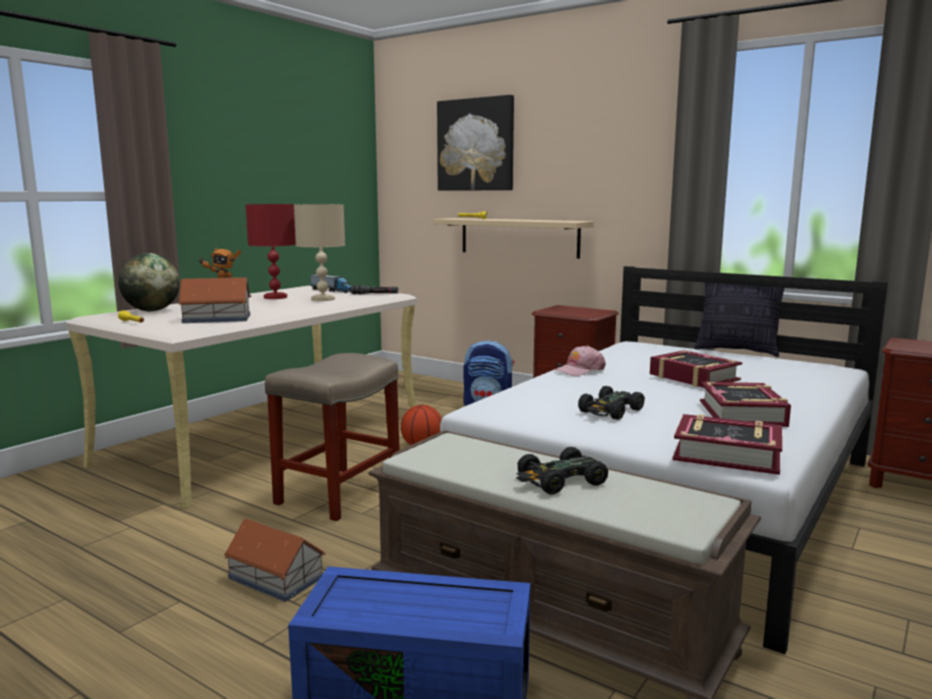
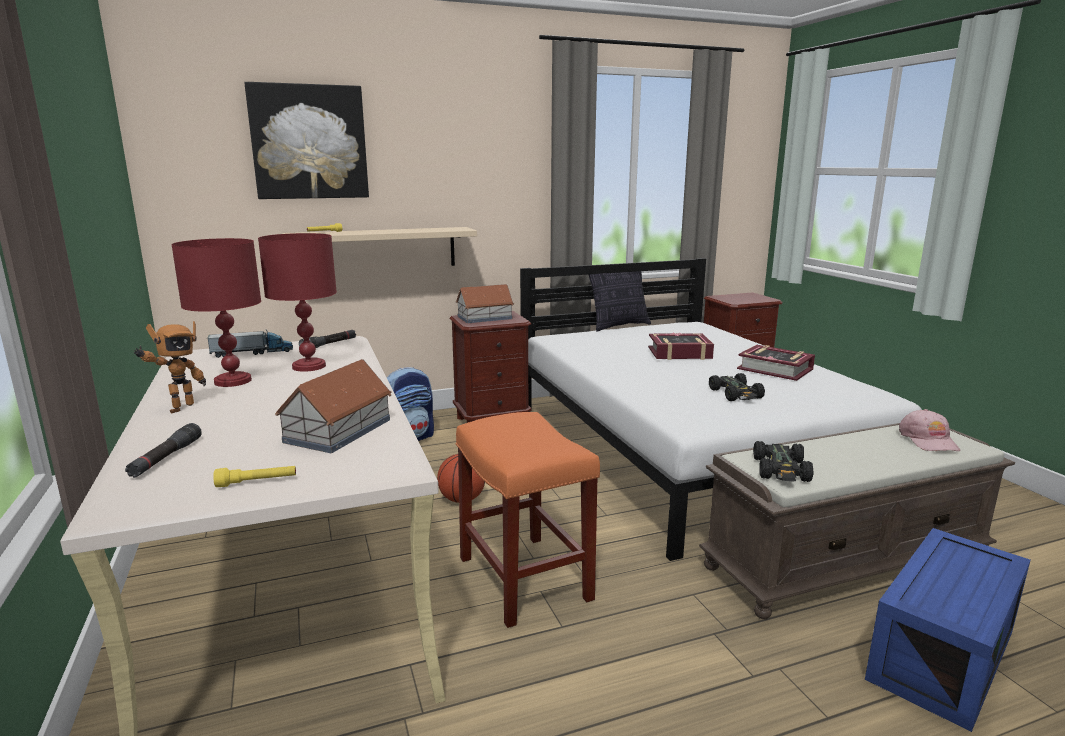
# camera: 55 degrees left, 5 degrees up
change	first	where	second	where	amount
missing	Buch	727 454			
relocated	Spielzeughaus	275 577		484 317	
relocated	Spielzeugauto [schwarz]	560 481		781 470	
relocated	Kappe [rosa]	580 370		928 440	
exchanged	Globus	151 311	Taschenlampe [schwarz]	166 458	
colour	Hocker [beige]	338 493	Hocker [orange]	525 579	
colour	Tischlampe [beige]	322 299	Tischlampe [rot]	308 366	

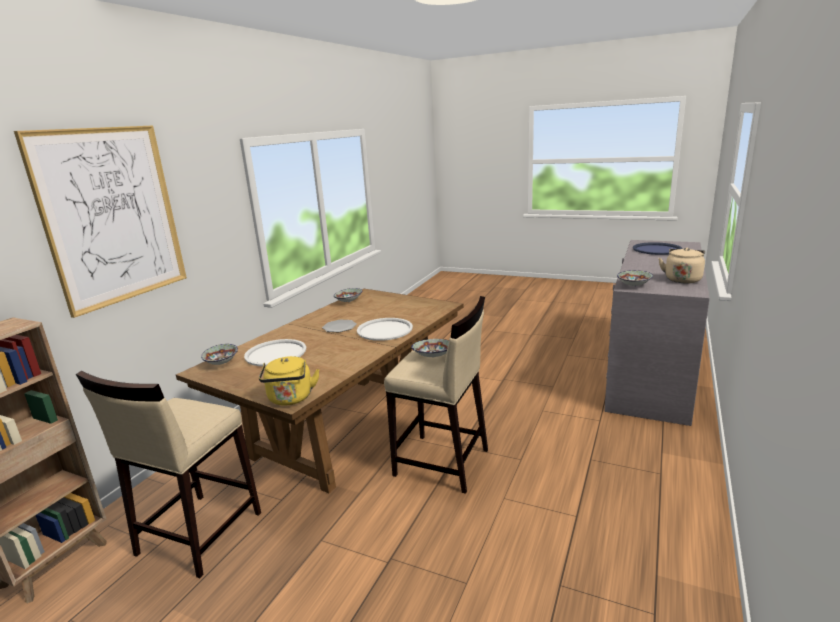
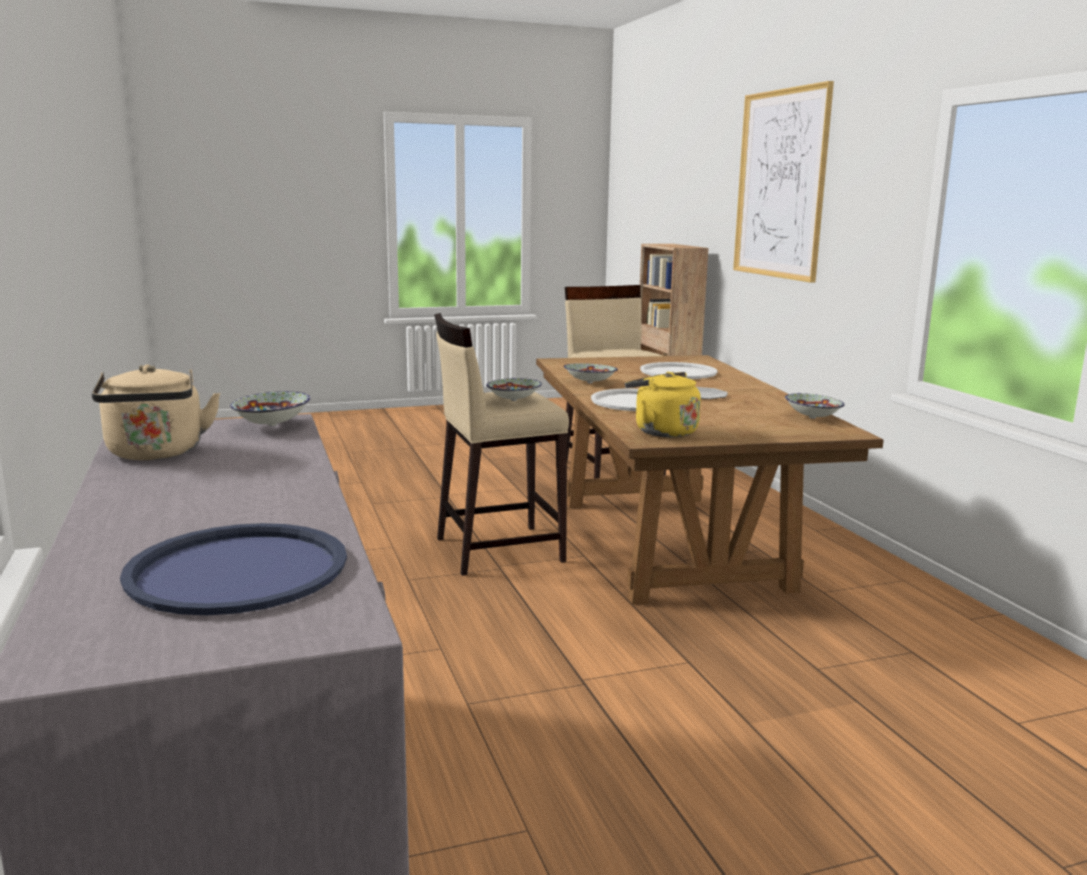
# camera: 135 degrees right, 5 degrees down
change	first	where	second	where	amount
relocated	Schüssel	222 363		589 383	
relocated	Wasserkessel [gelb]	290 399		662 431	

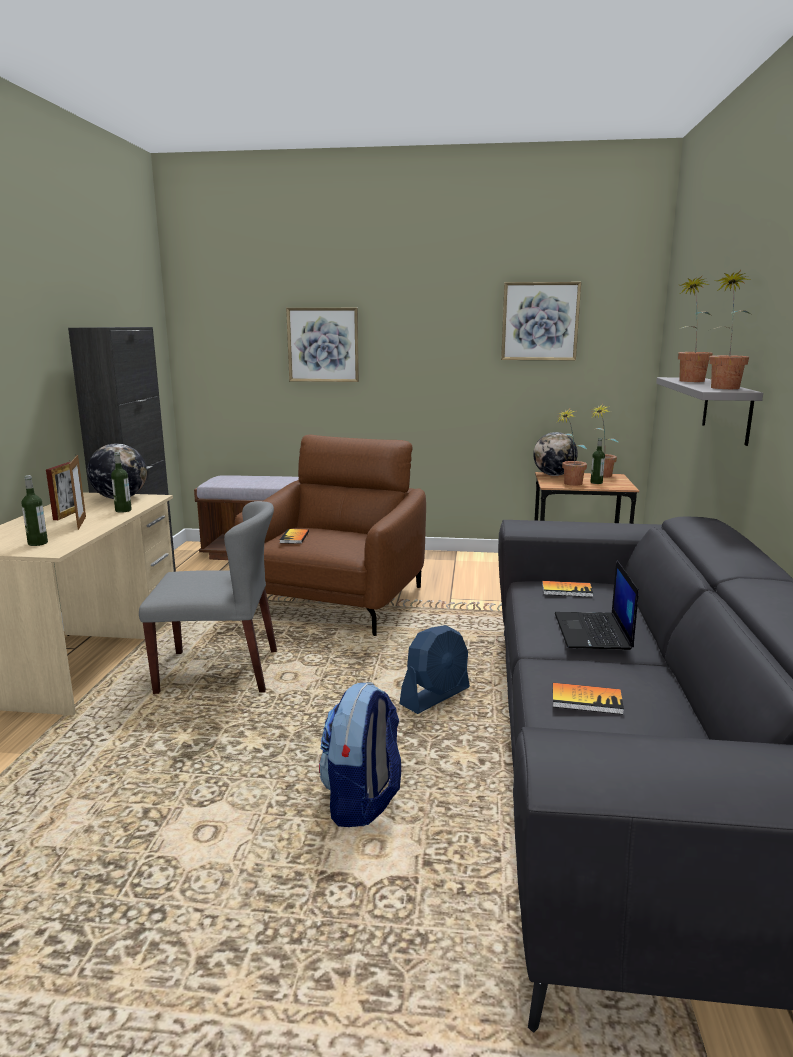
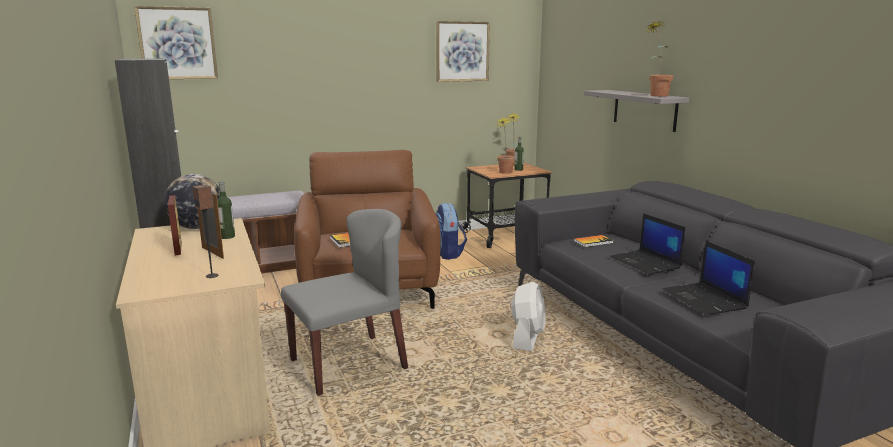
# camera: 30 degrees left, 0 degrees up
change	first	where	second	where	amount
missing	Globus	554 475			
missing	Topfpflanze	689 380			
relocated	Bild	323 345		177 43	
relocated	Rucksack	362 801		447 254	
exchanged	Flasche	38 543	Lautsprecher	212 276	
exchanged	Buch	586 700	Laptop	705 299	
colour	Ventilator [blau]	435 696	Ventilator [weiß]	527 337	

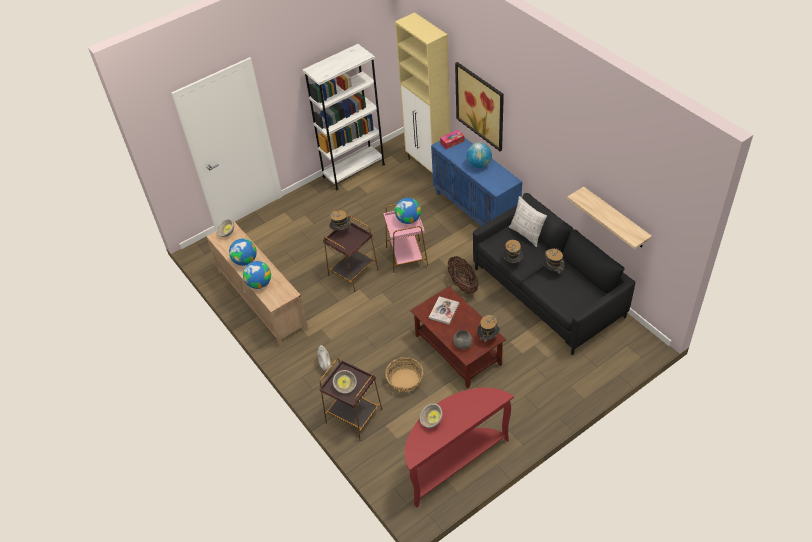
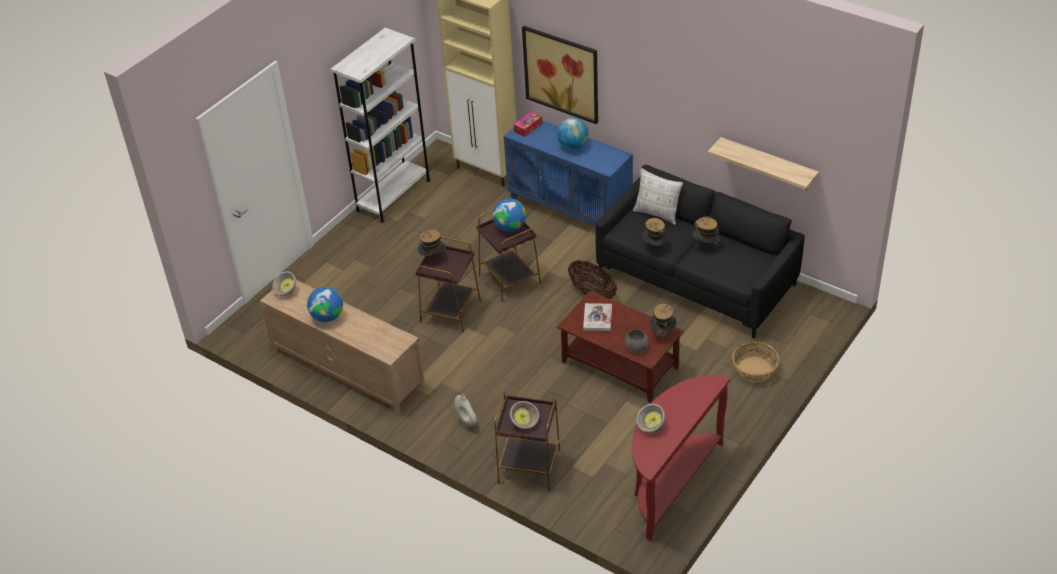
# camera: 20 degrees left, 5 degrees down
change	first	where	second	where	amount
missing	Globus	259 284			
relocated	Korb	405 380		755 370	
colour	Beistelltisch [rosa]	407 257	Beistelltisch [braun]	509 279	

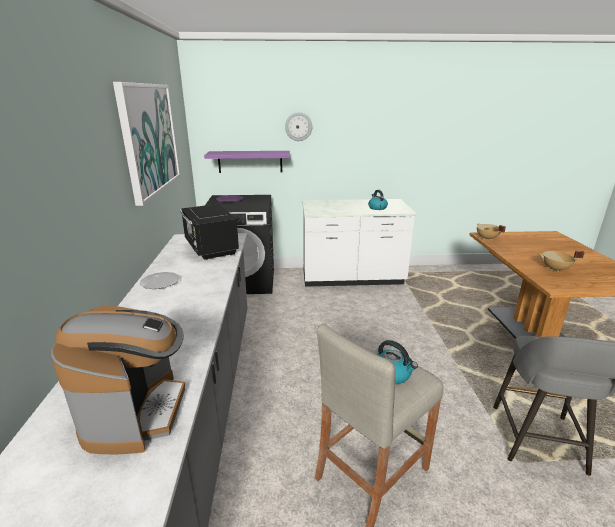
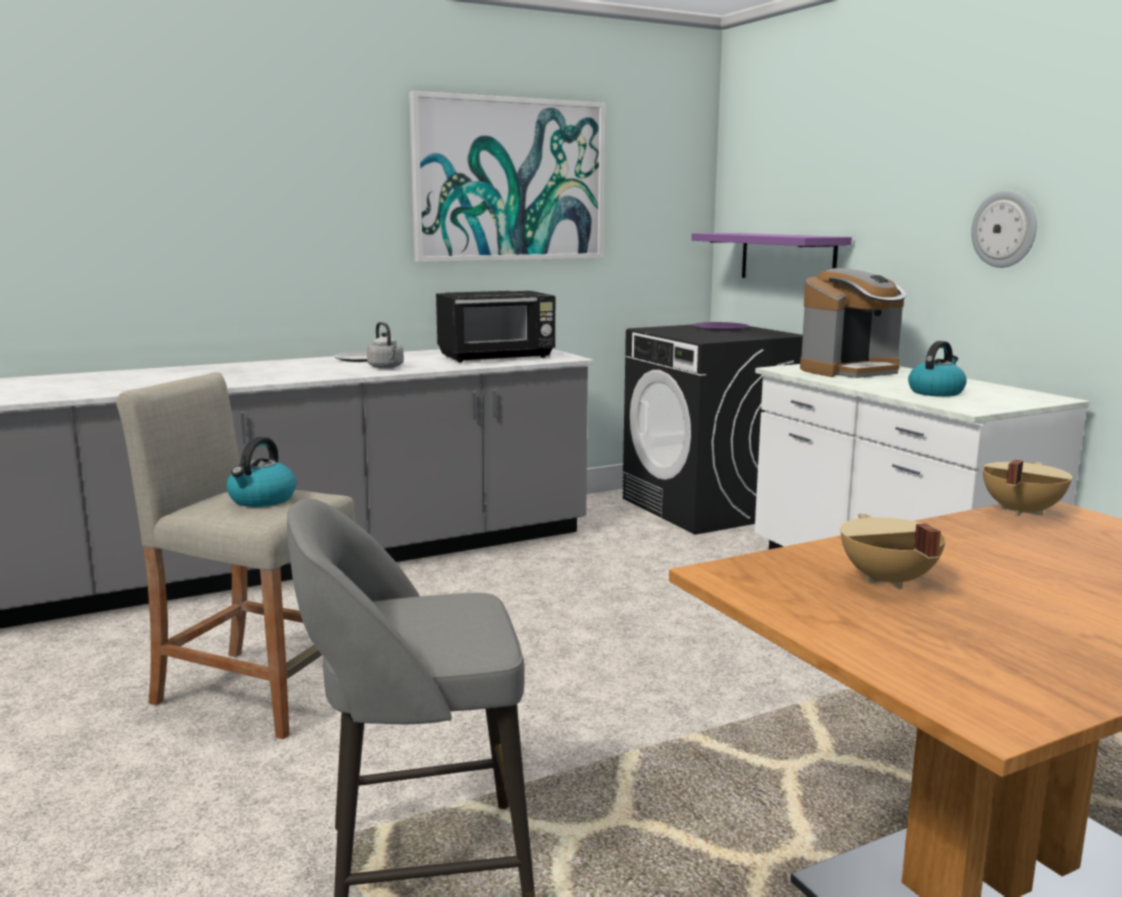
# camera: 65 degrees right, 10 degrees down
change	first	where	second	where	amount
appeared			Wasserkessel [grau]	386 367	
relocated	Kaffeemaschine	137 412		850 371	
relocated	Wanduhr	298 126		1005 229	
spun	Mikrowelle [schwarz]	210 248		497 357	150 degrees counterclockwise

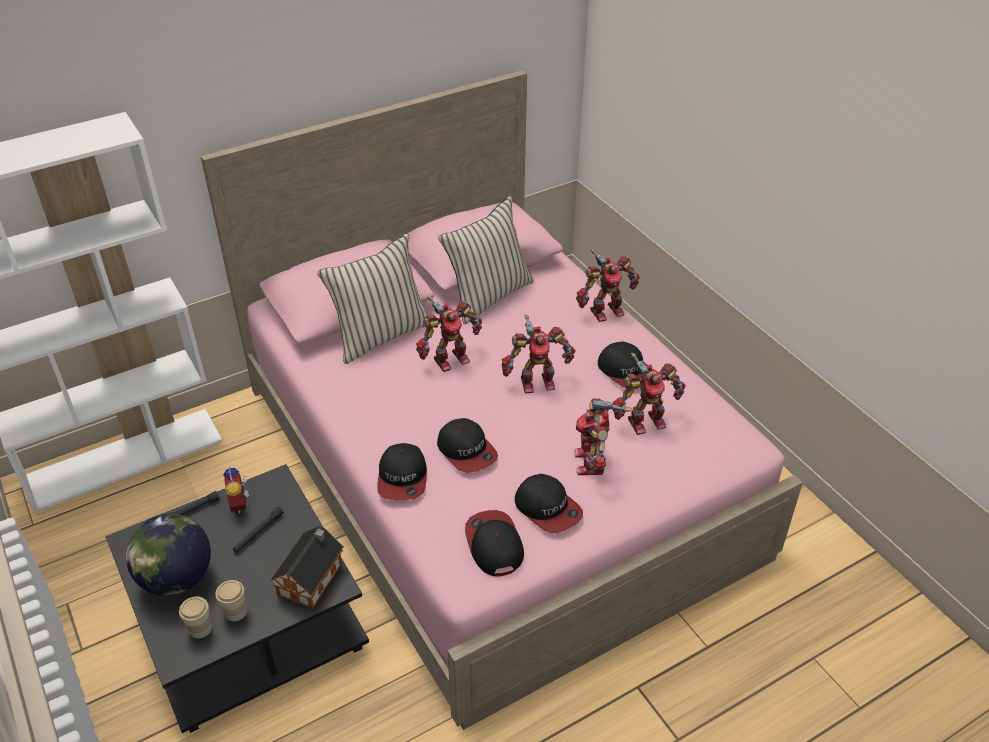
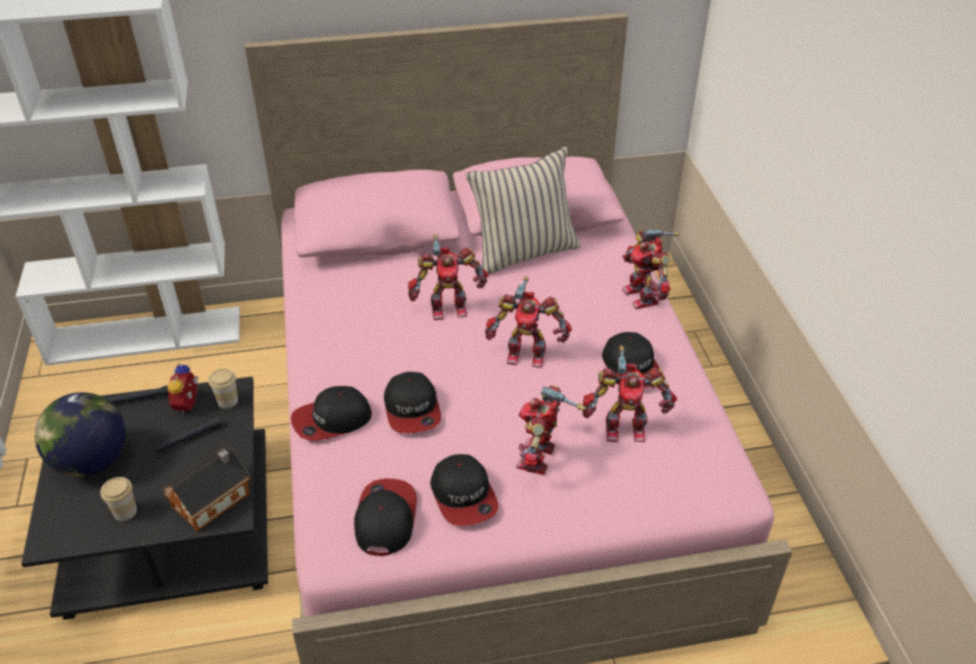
# camera: 20 degrees right, 0 degrees up
change	first	where	second	where	amount
missing	Kissen [beige]	380 335			
relocated	Tasse	200 629		227 401	
spun	Kappe	403 478		332 420	45 degrees clockwise
spun	Spielzeugroboter	605 310		643 296	75 degrees clockwise

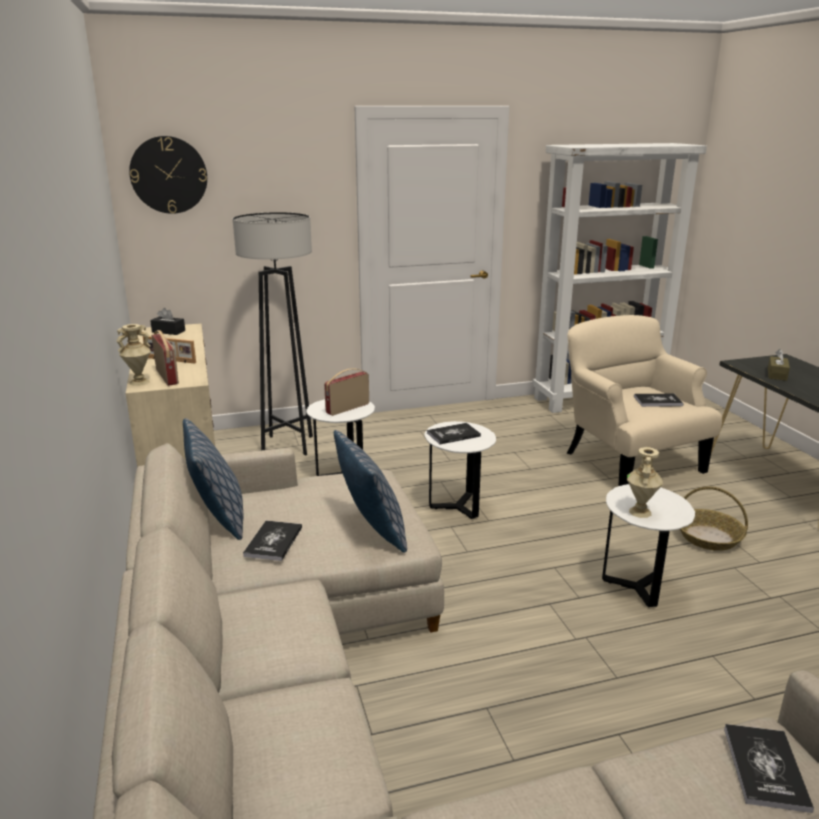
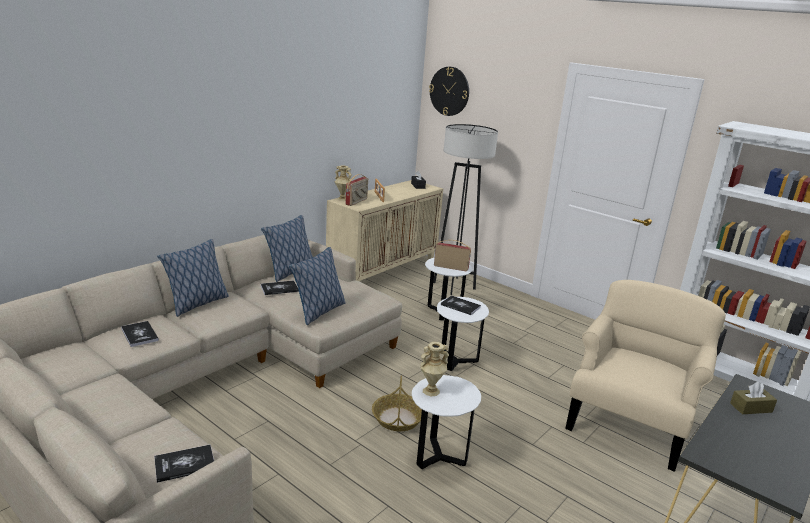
# camera: 55 degrees right, 0 degrees up
change	first	where	second	where	amount
appeared			Kissen	197 304	
relocated	Buch	657 401		139 334	
relocated	Korb	709 537		398 419	

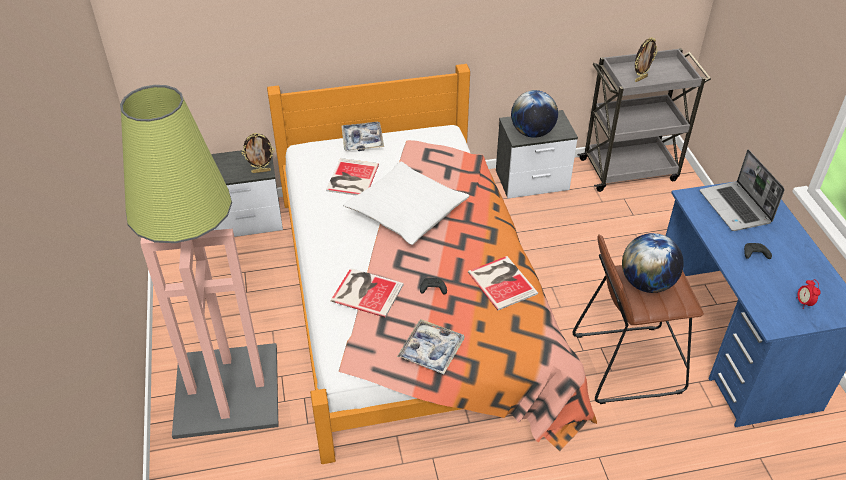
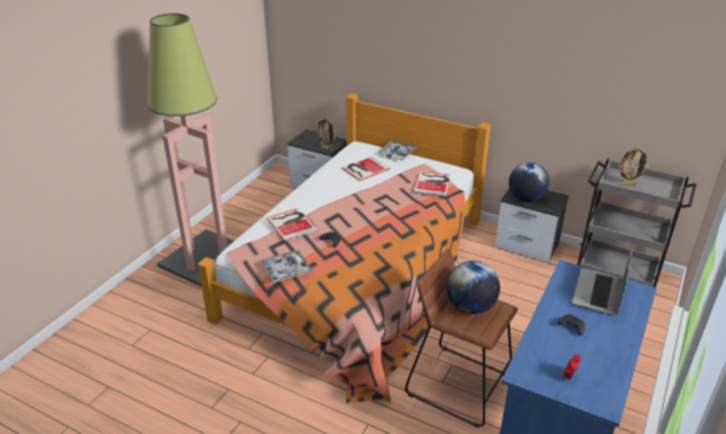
# camera: 40 degrees right, 10 degrees down
change	first	where	second	where	amount
missing	Kissen [weiß]	406 212			
relocated	Buch	502 281		433 183	

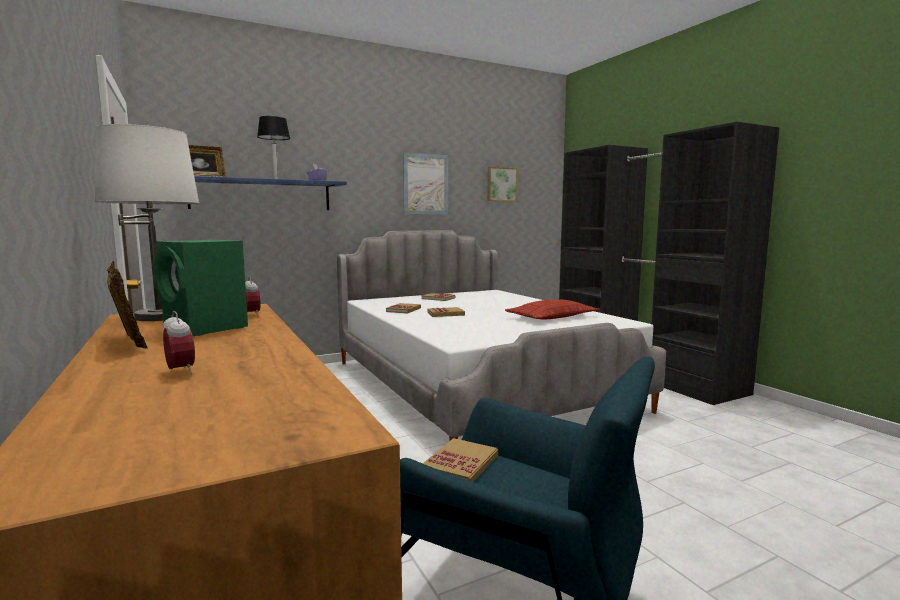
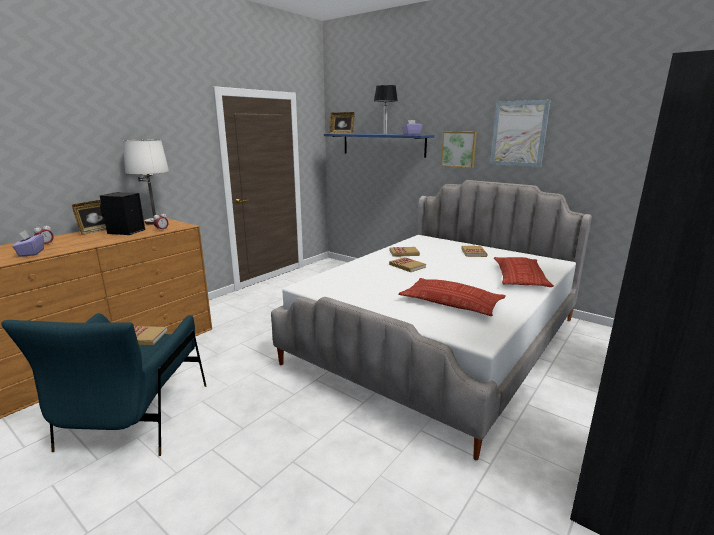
# camera: 65 degrees right, 10 degrees up
change	first	where	second	where	amount
appeared			Taschentuchbox [lila]	31 253	
appeared			Kissen	519 277	
relocated	Bild	501 184		459 149	
colour	Lautsprecher [grün]	206 329	Lautsprecher [schwarz]	125 232	

